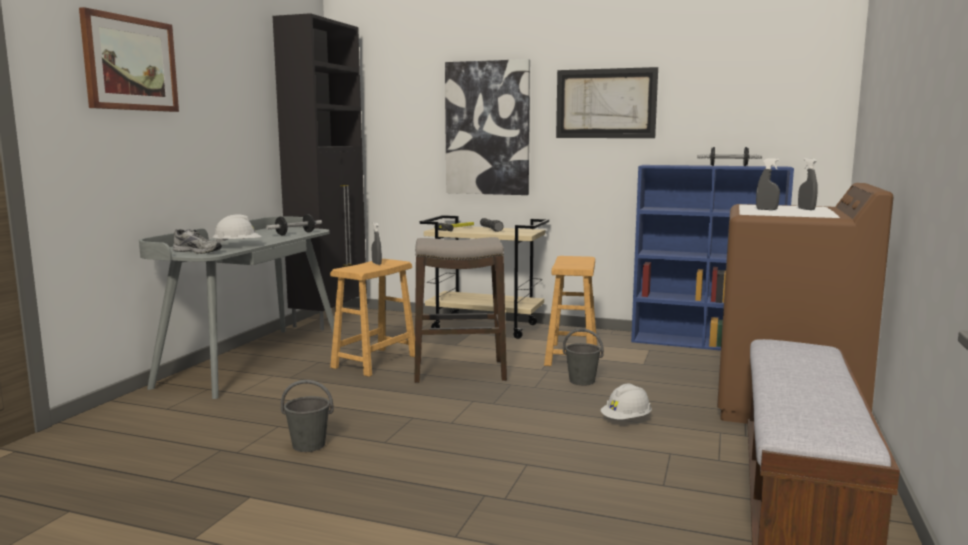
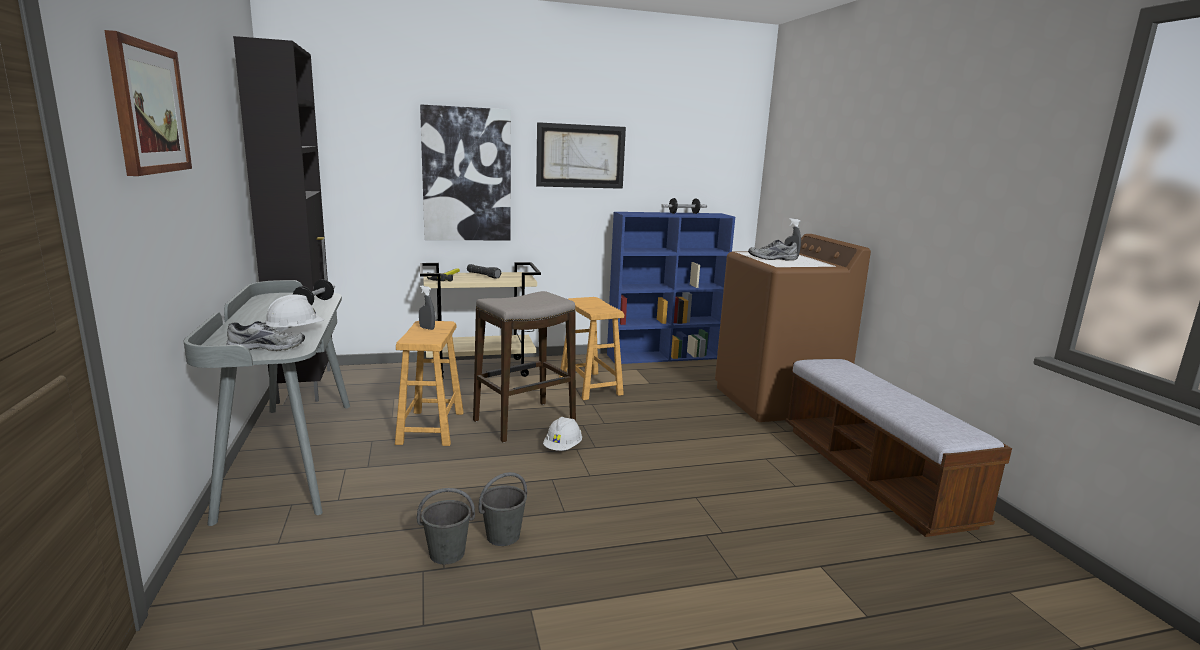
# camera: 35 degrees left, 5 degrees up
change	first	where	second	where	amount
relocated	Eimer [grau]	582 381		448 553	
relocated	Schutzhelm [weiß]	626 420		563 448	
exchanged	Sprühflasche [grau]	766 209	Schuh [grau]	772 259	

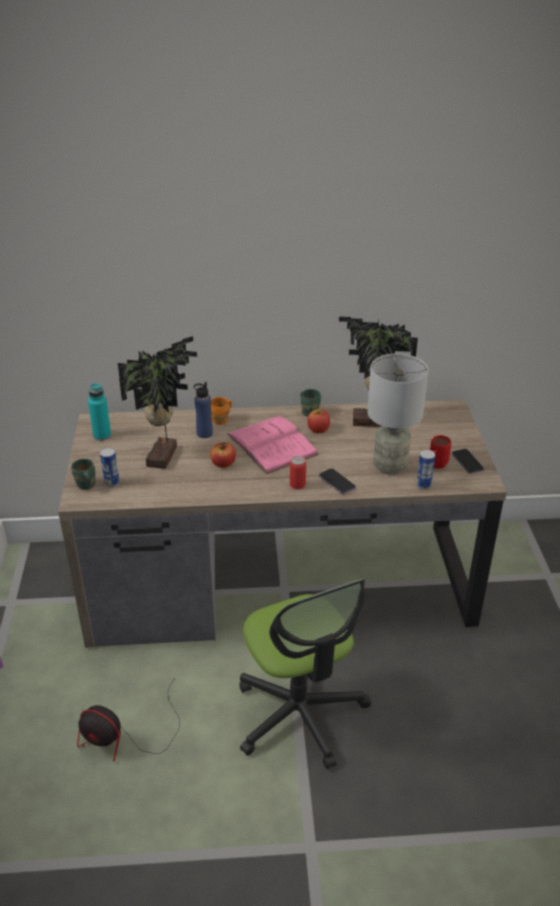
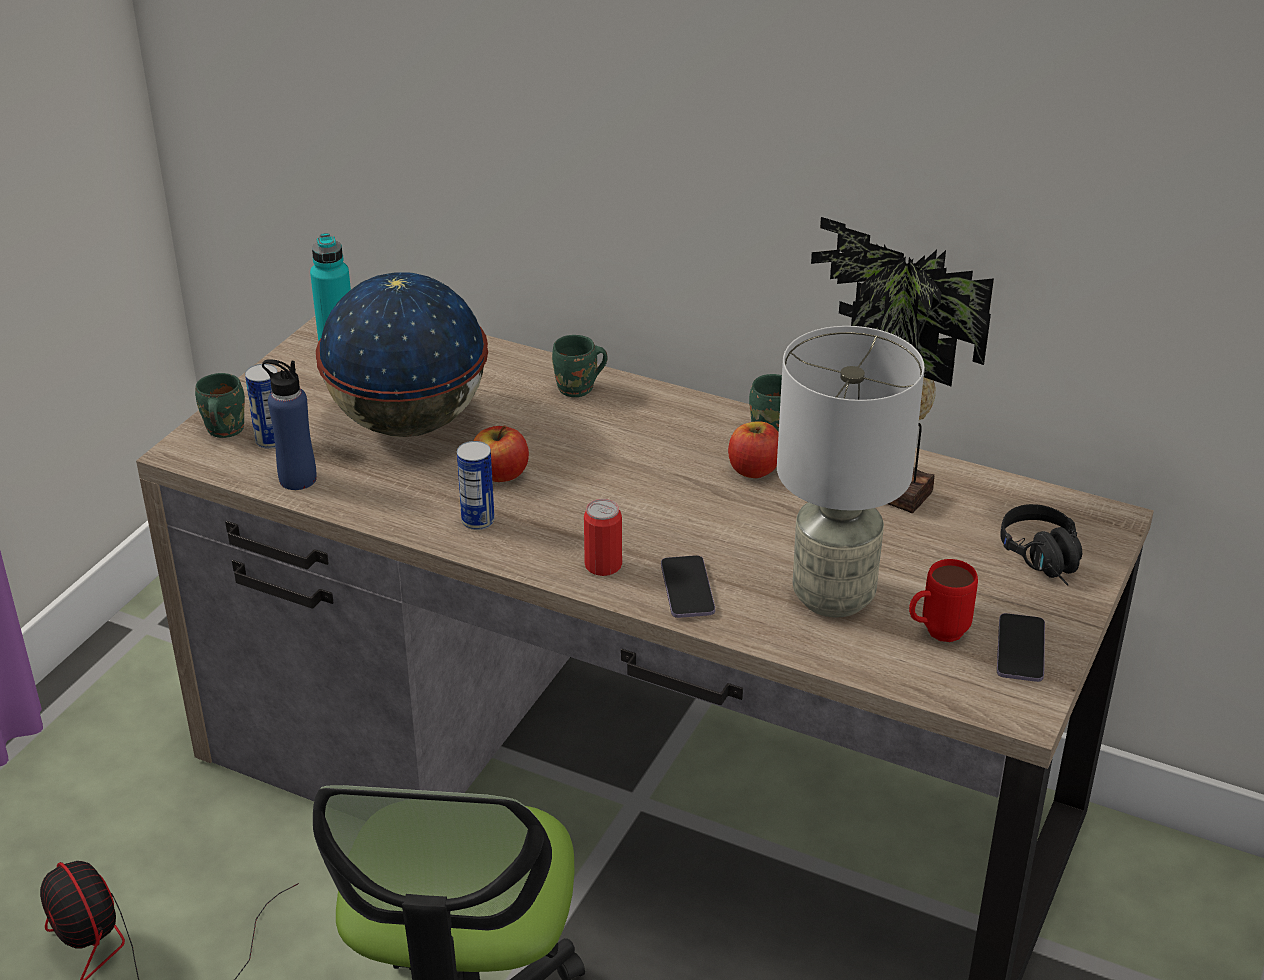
# camera: 30 degrees right, 0 degrees up
change	first	where	second	where	amount
missing	Buch [rosa]	272 444			
appeared			Kopfhörer [schwarz]	1047 562	
relocated	Flasche [blau]	204 433		297 479	
relocated	Dose	423 485		478 521	
exchanged	Topfpflanze	165 456	Globus	408 423	
colour	Henkelbecher [orange]	221 421	Henkelbecher [grün]	578 389	

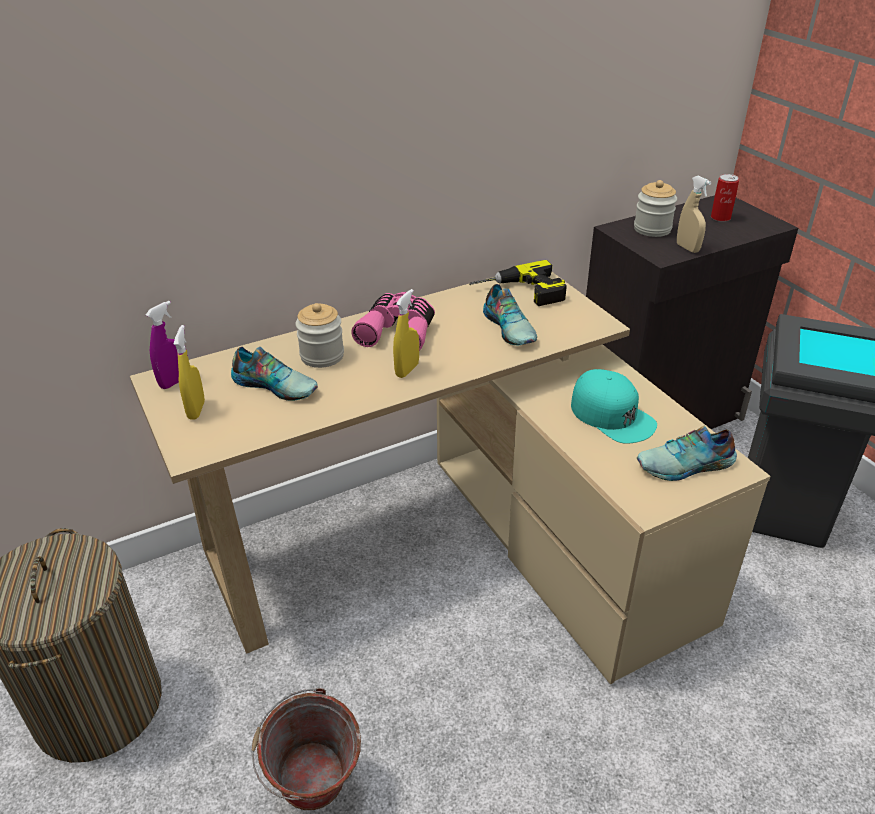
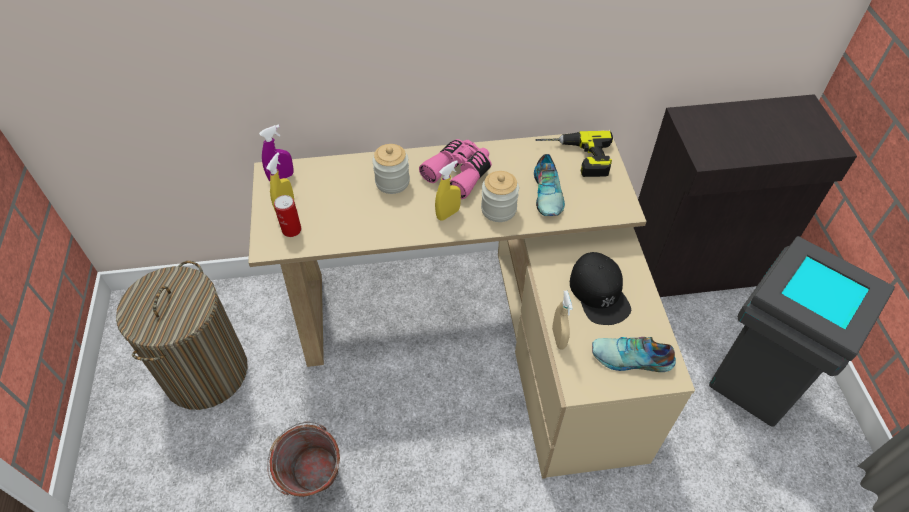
# camera: 20 degrees right, 15 degrees up
change	first	where	second	where	amount
missing	Schuh	276 385			
relocated	Vorratsglas	652 229		498 209	
relocated	Sprühflasche [beige]	687 248		558 338	
relocated	Dose	720 218		291 230	
colour	Kappe [türkis]	612 415	Kappe [schwarz]	599 293	

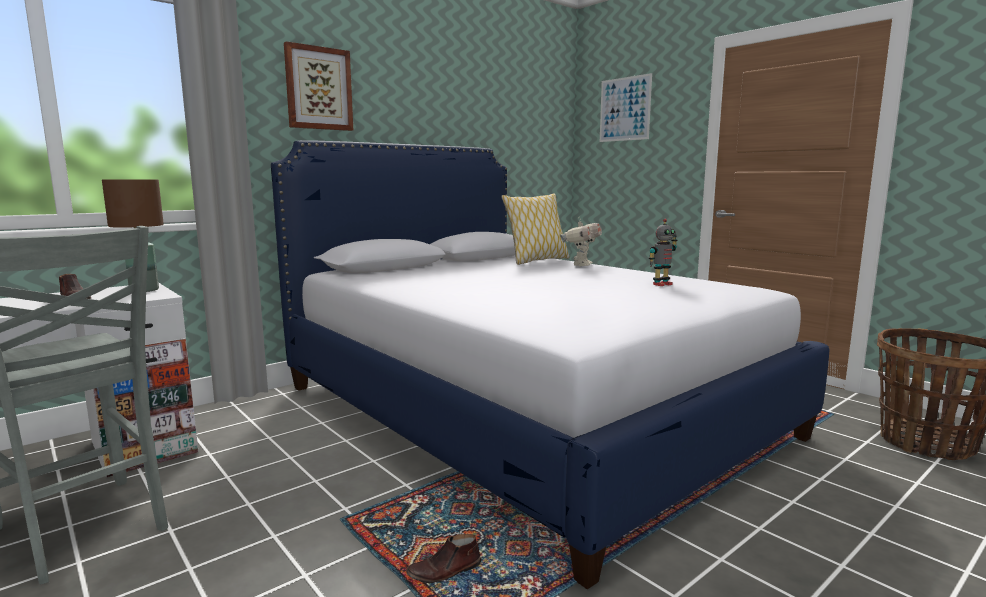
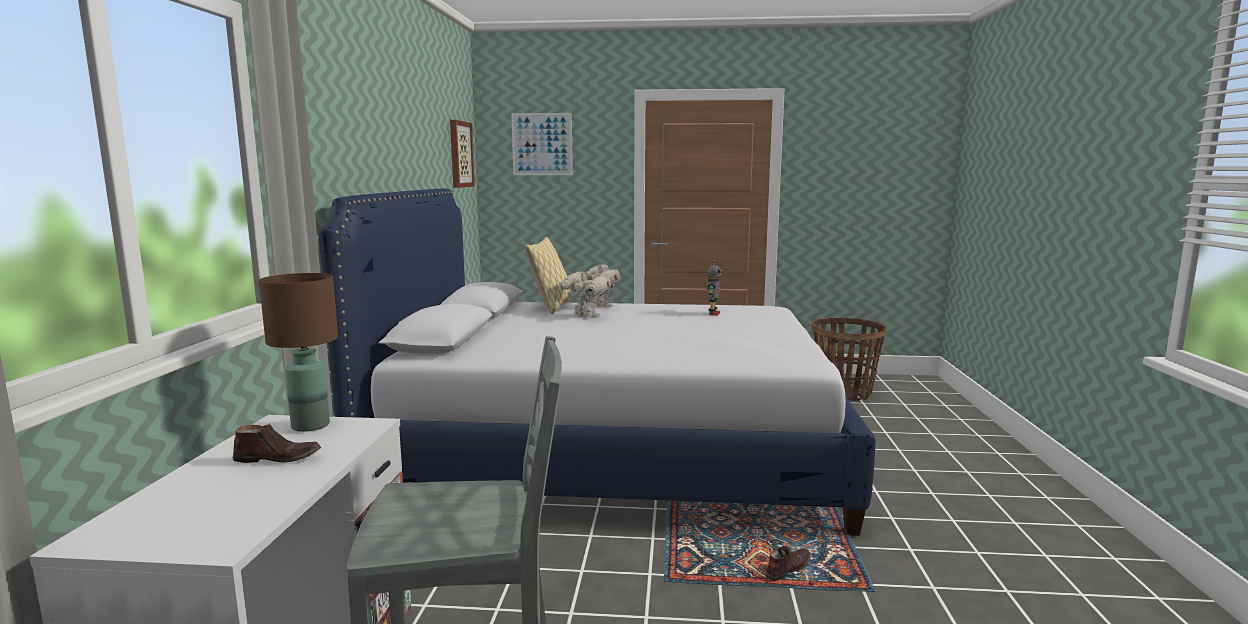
# camera: 45 degrees left, 0 degrees up
change	first	where	second	where	amount
appeared			Spielzeugroboter	585 316	
relocated	Bild	318 88		460 154	
spun	Schuh [braun]	445 571		787 569	150 degrees counterclockwise

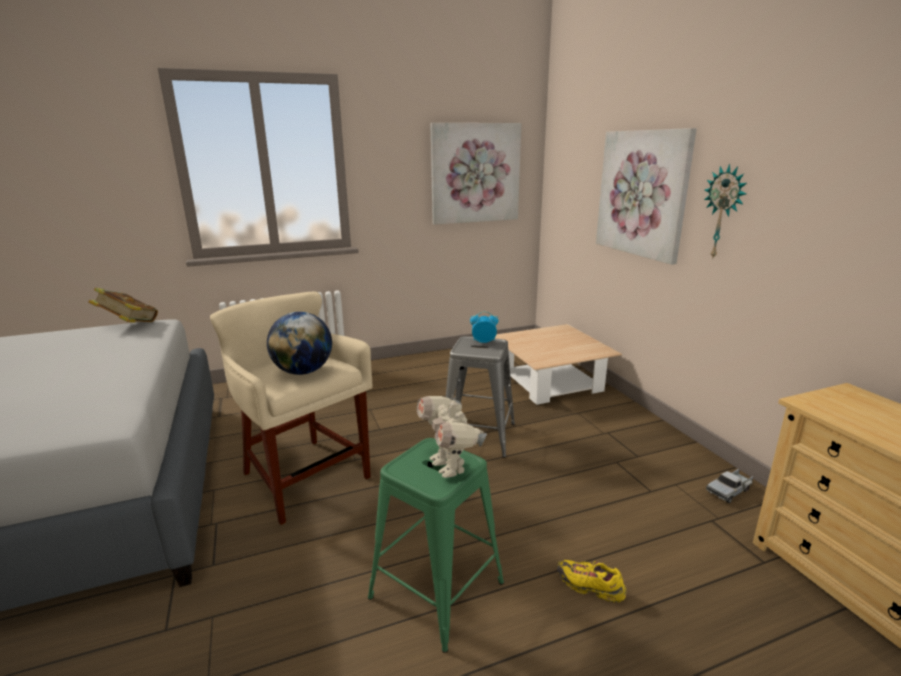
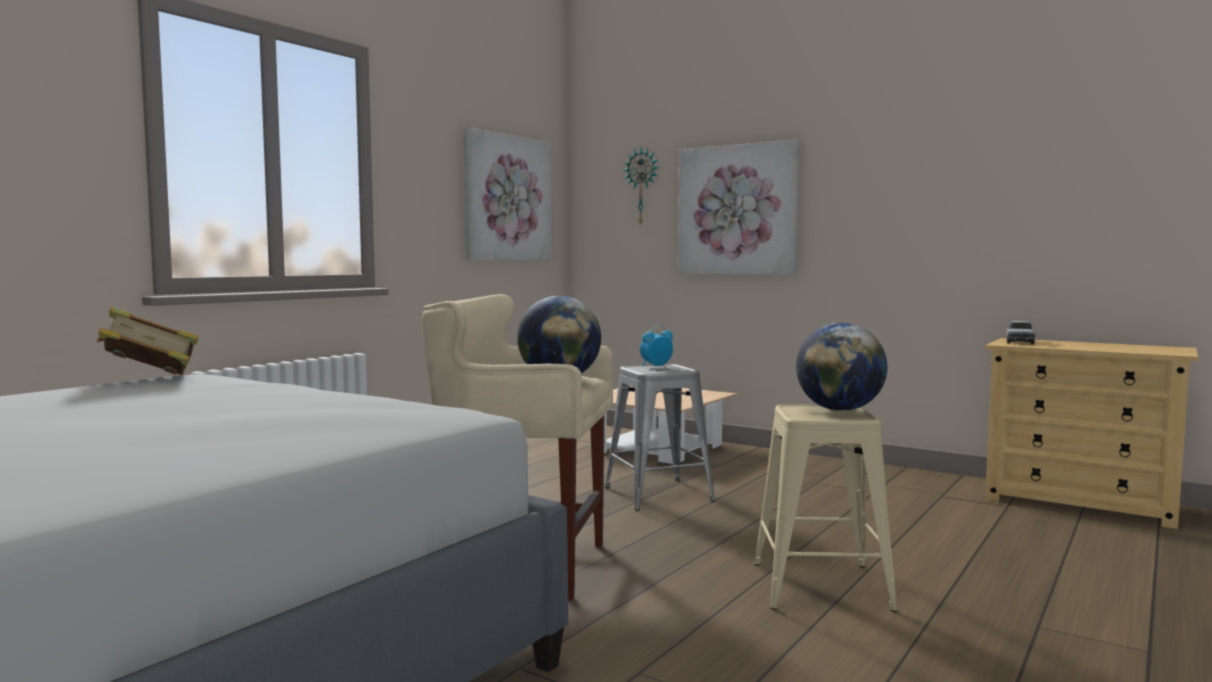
# camera: 35 degrees left, 15 degrees down
change	first	where	second	where	amount
missing	Schuh [gelb]	590 587			
relocated	Wanduhr	723 213		642 186	
relocated	Spielzeuglaster	729 490		1019 342	
exchanged	Spielzeugroboter	449 466	Globus	839 410	
colour	Hocker [grün]	436 590	Hocker [beige]	820 586	

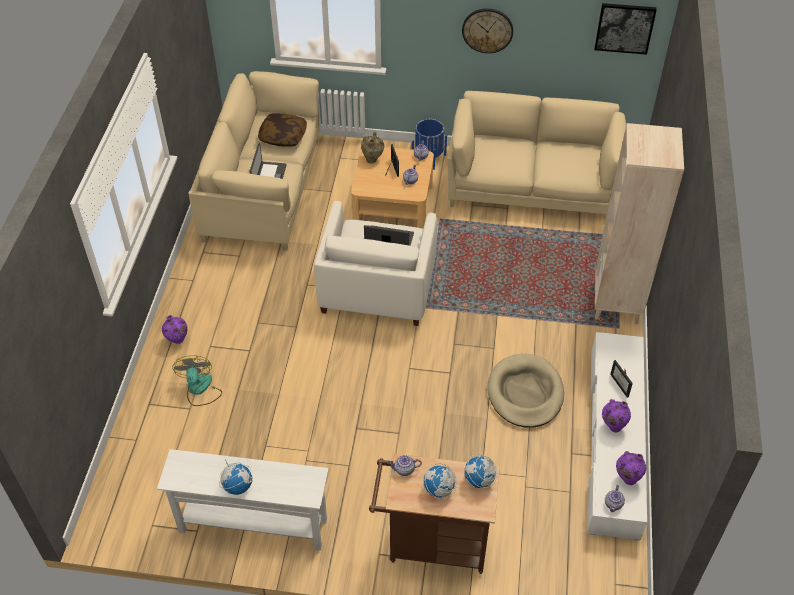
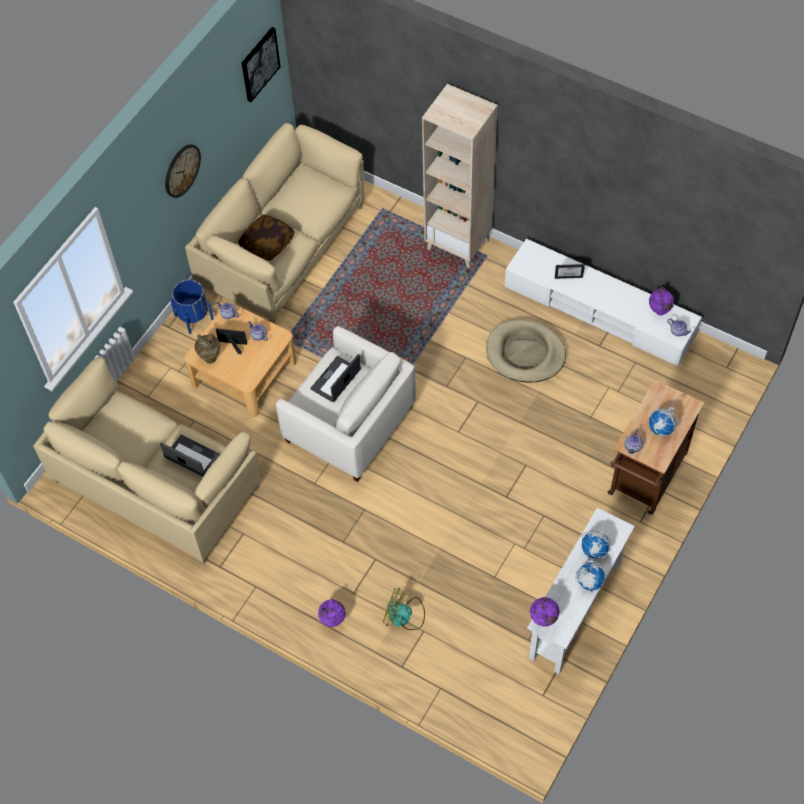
# camera: 65 degrees left, 10 degrees up
change	first	where	second	where	amount
relocated	Kissen	283 136		267 243	
relocated	Globus	479 480		594 550	
relocated	Vase [lila]	613 426		543 620	

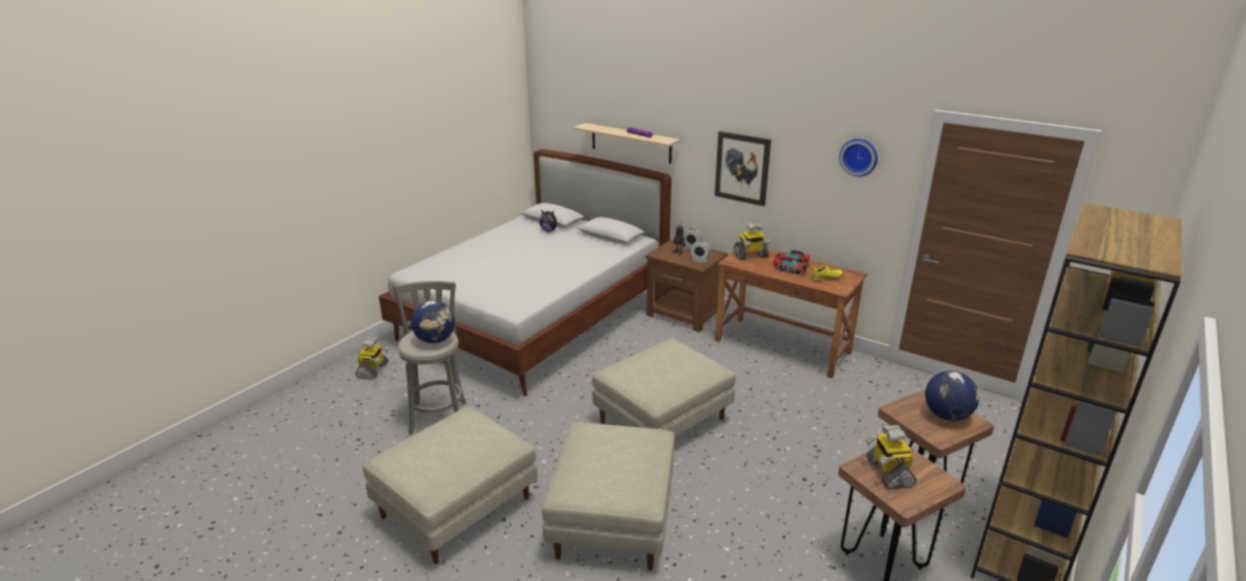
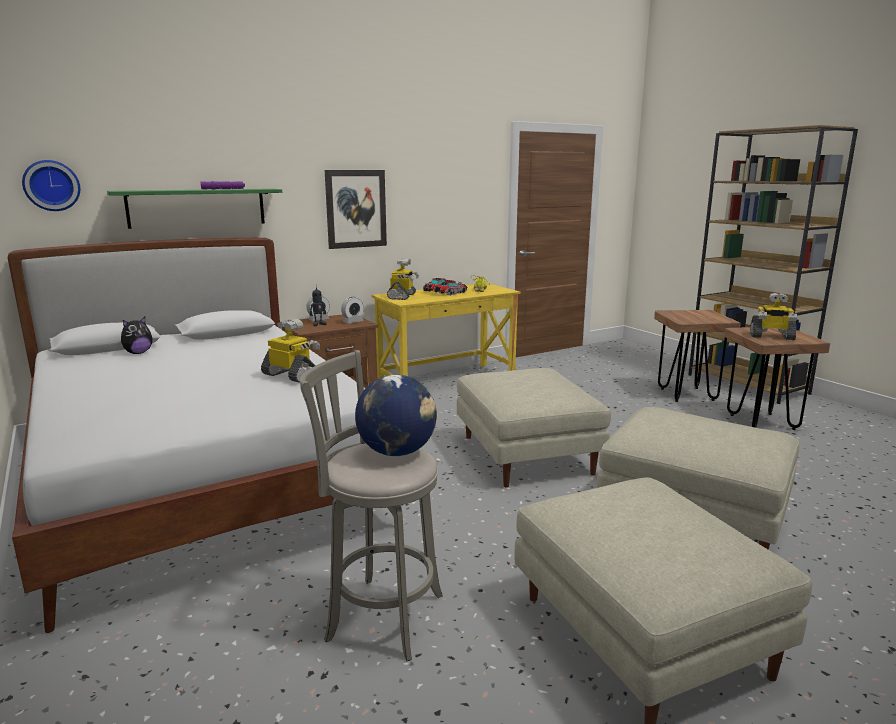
# camera: 65 degrees left, 10 degrees down
change	first	where	second	where	amount
missing	Globus	947 415			
relocated	Spielzeugroboter	373 370		291 375	
relocated	Wanduhr	859 156		51 185	
colour	Wandregal [beige]	631 143	Wandregal [grün]	197 207	
colour	Schreibtisch [braun]	782 346	Schreibtisch [gelb]	446 381	

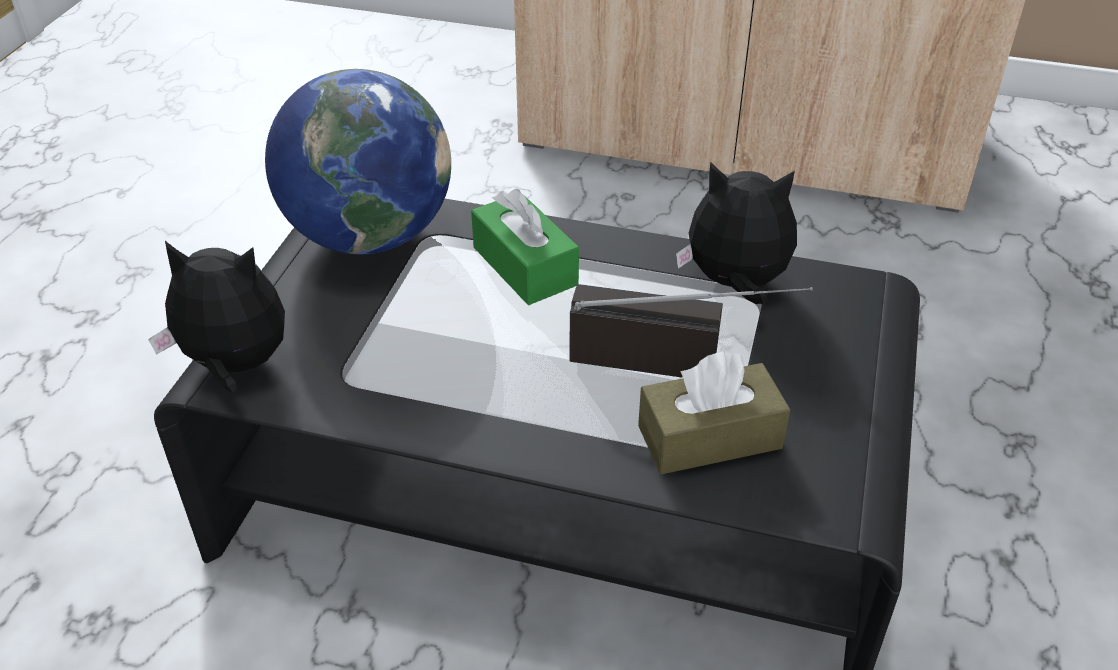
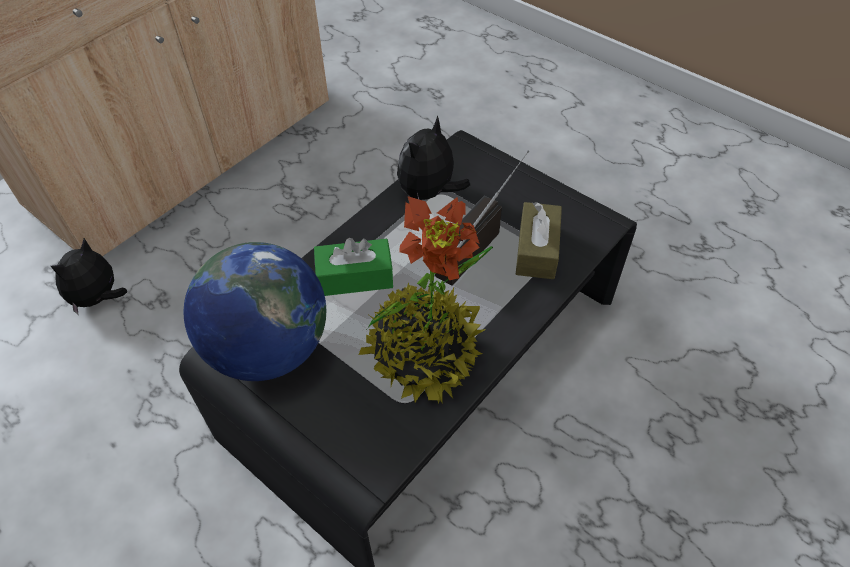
# camera: 65 degrees left, 10 degrees up
change	first	where	second	where	amount
appeared			Topfpflanze	423 354	
relocated	Plüschtier	234 366		99 298	

